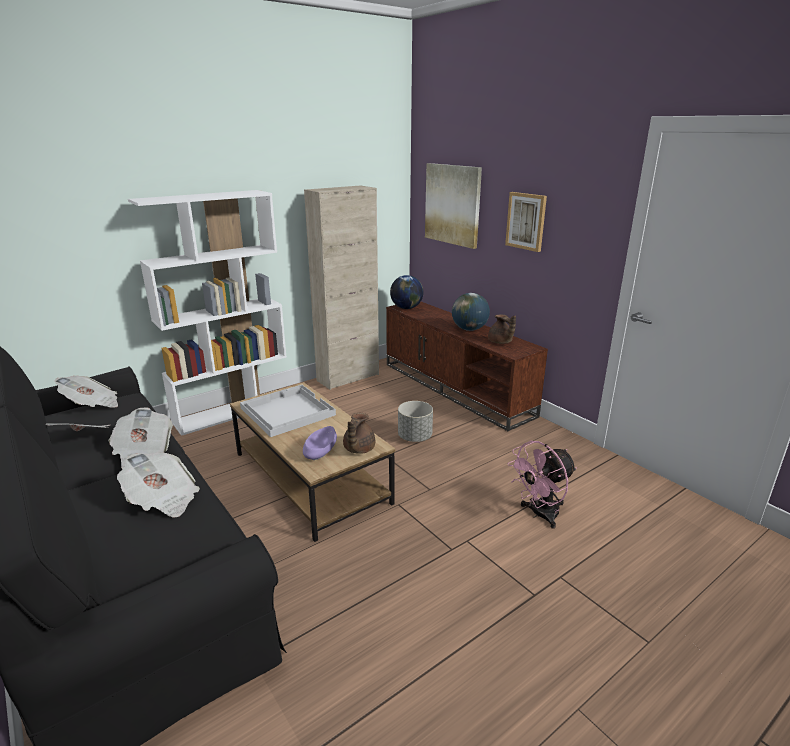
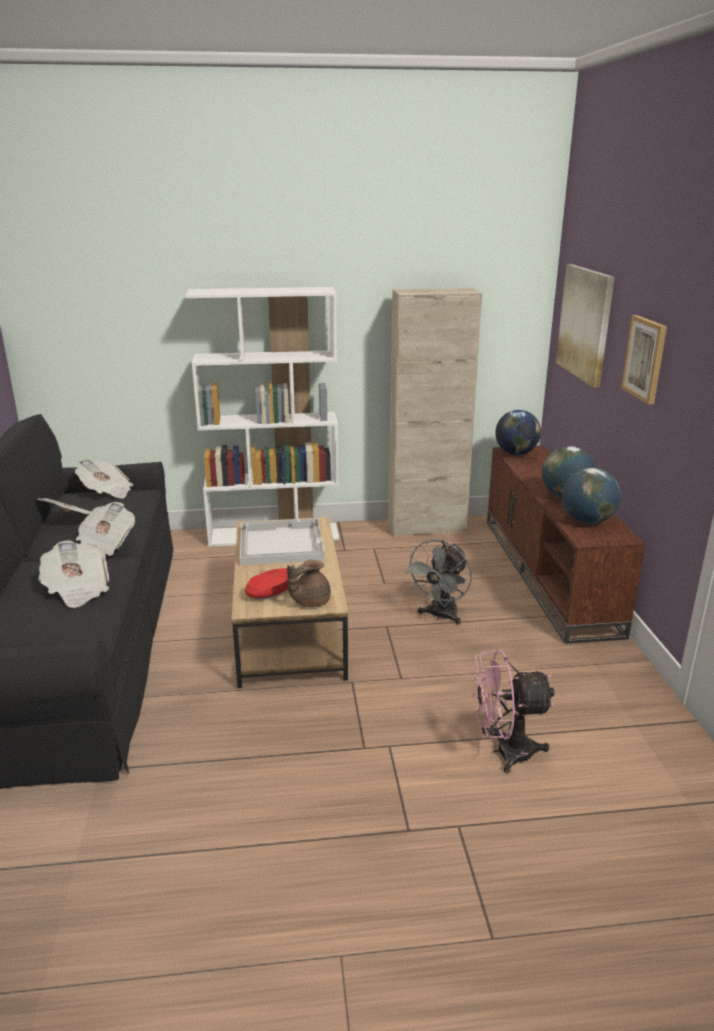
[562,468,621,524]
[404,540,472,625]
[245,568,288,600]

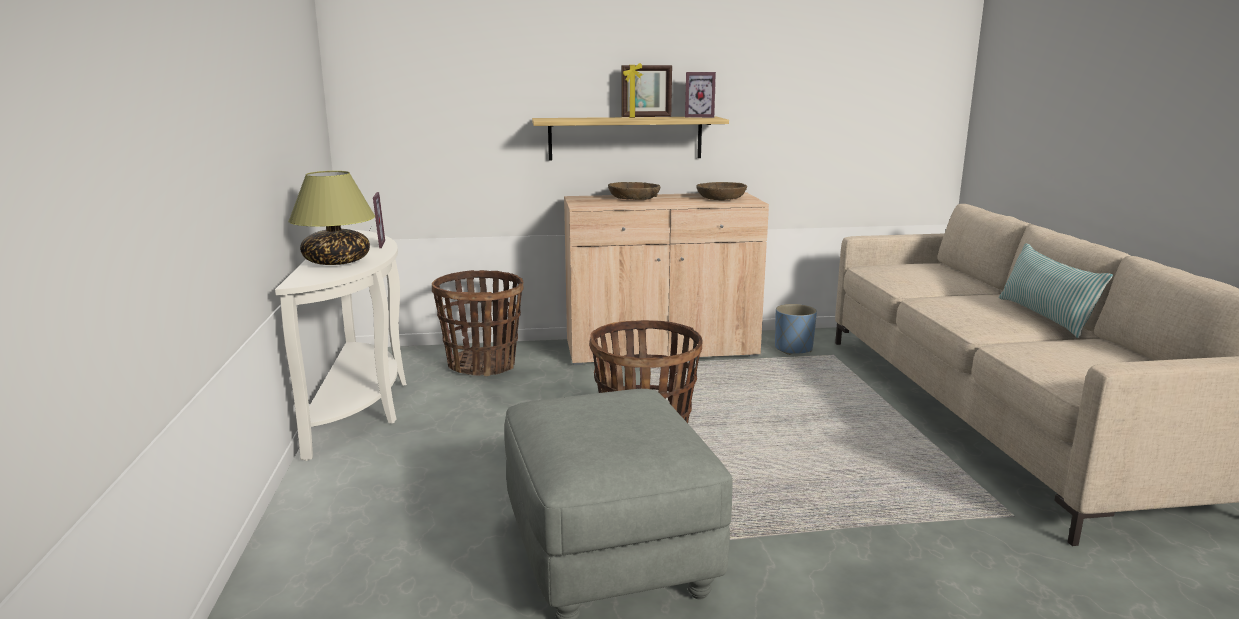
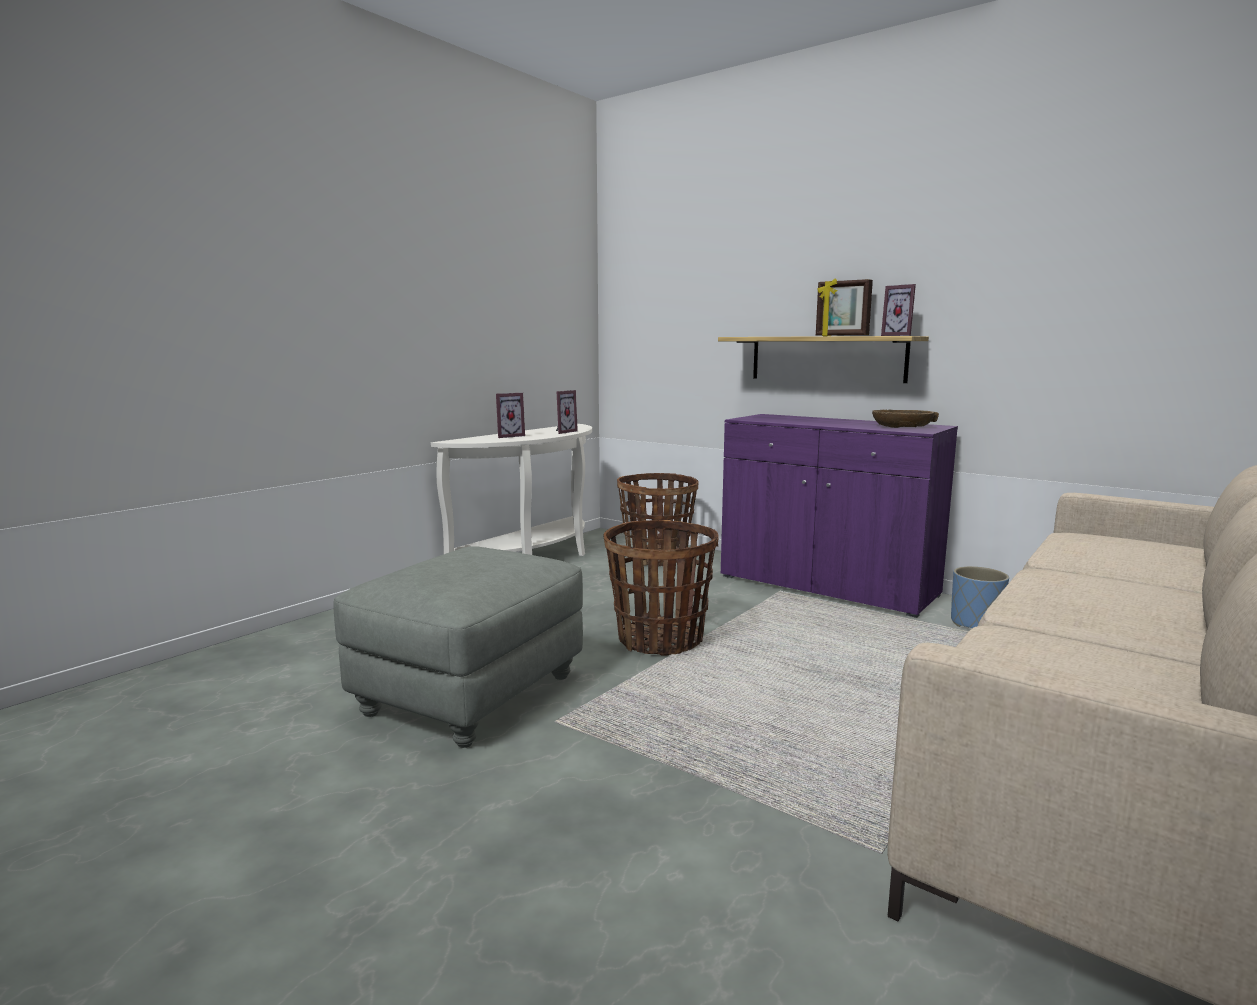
[496,393,525,438]
[608,182,660,200] (first image)
[721,414,958,618]
[999,243,1113,338] (first image)

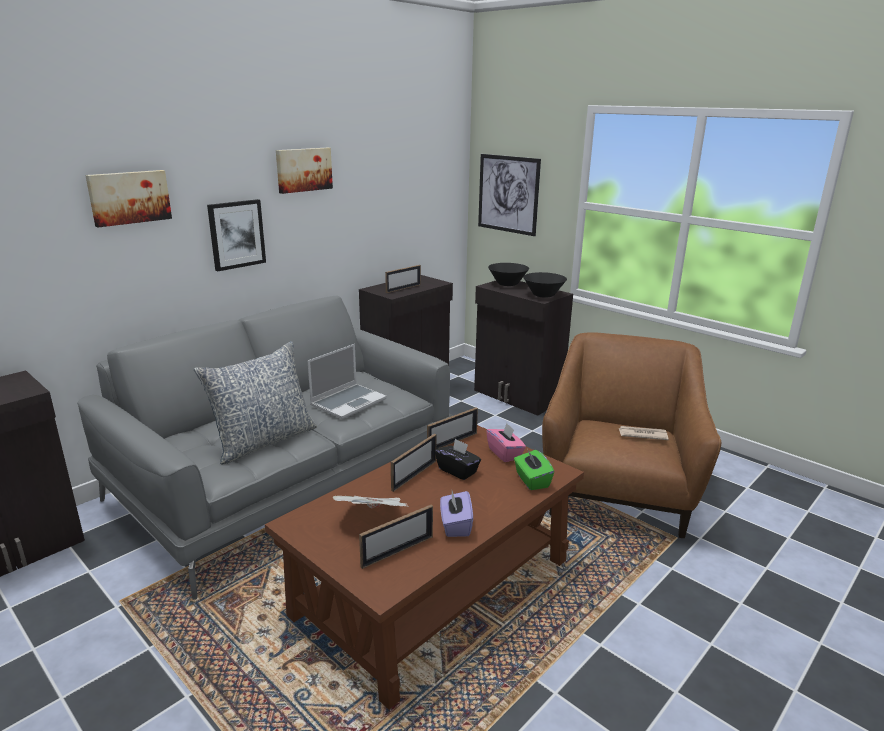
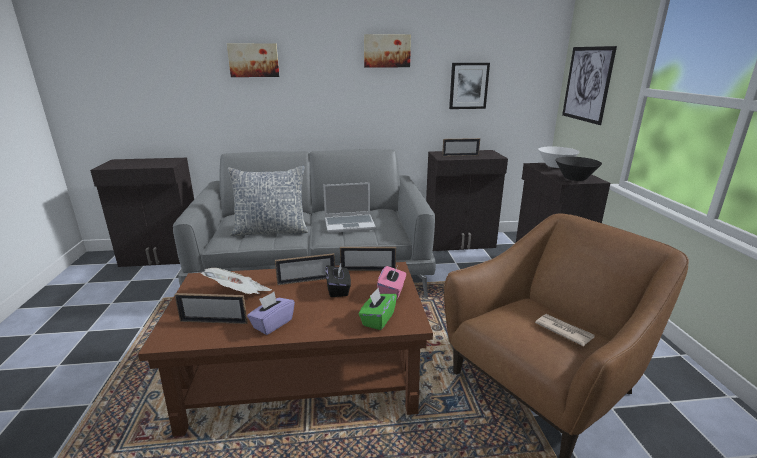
[449,63,490,109]
[538,147,580,168]

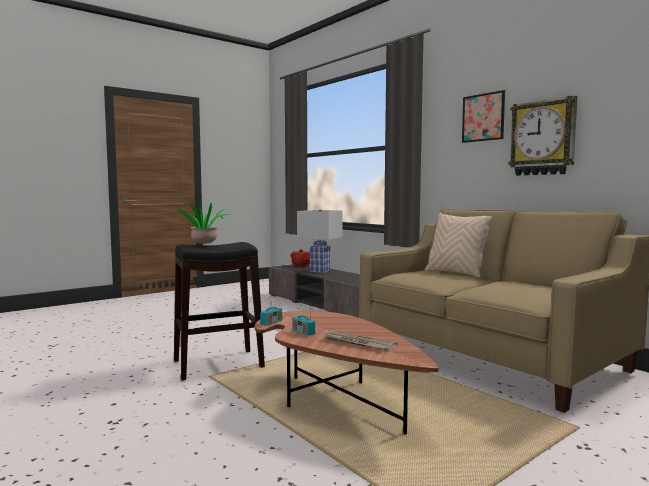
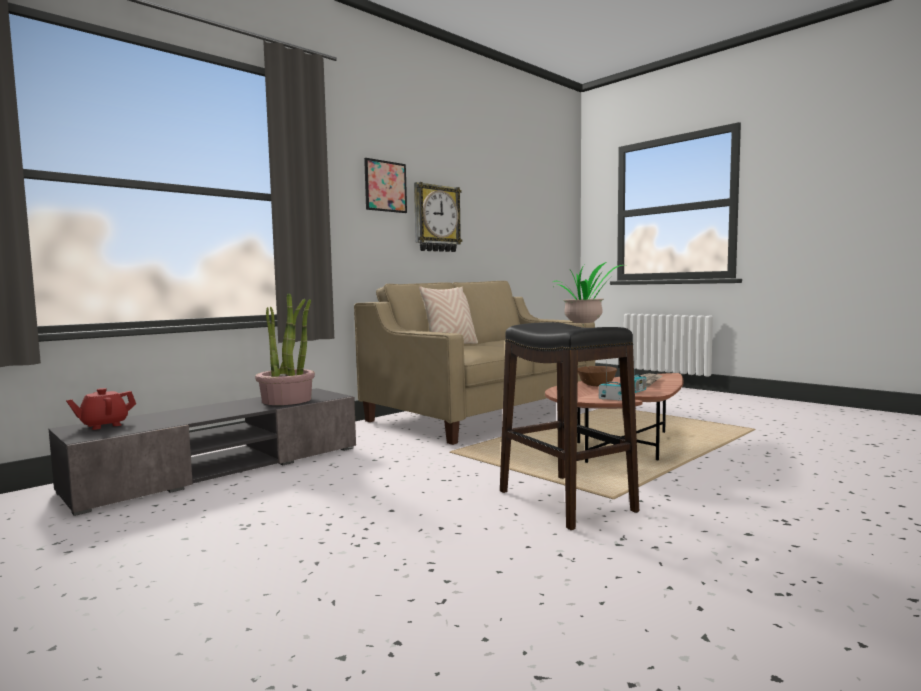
[297,209,343,273] (first image)
[255,293,315,405]
[578,366,617,386]

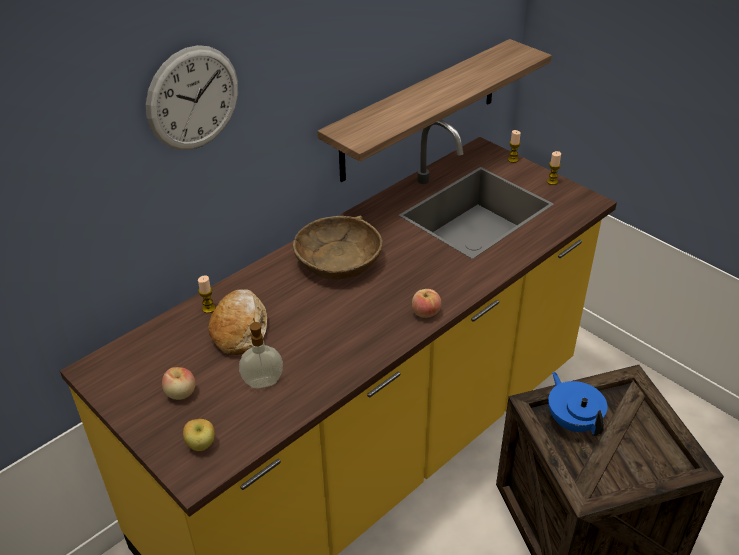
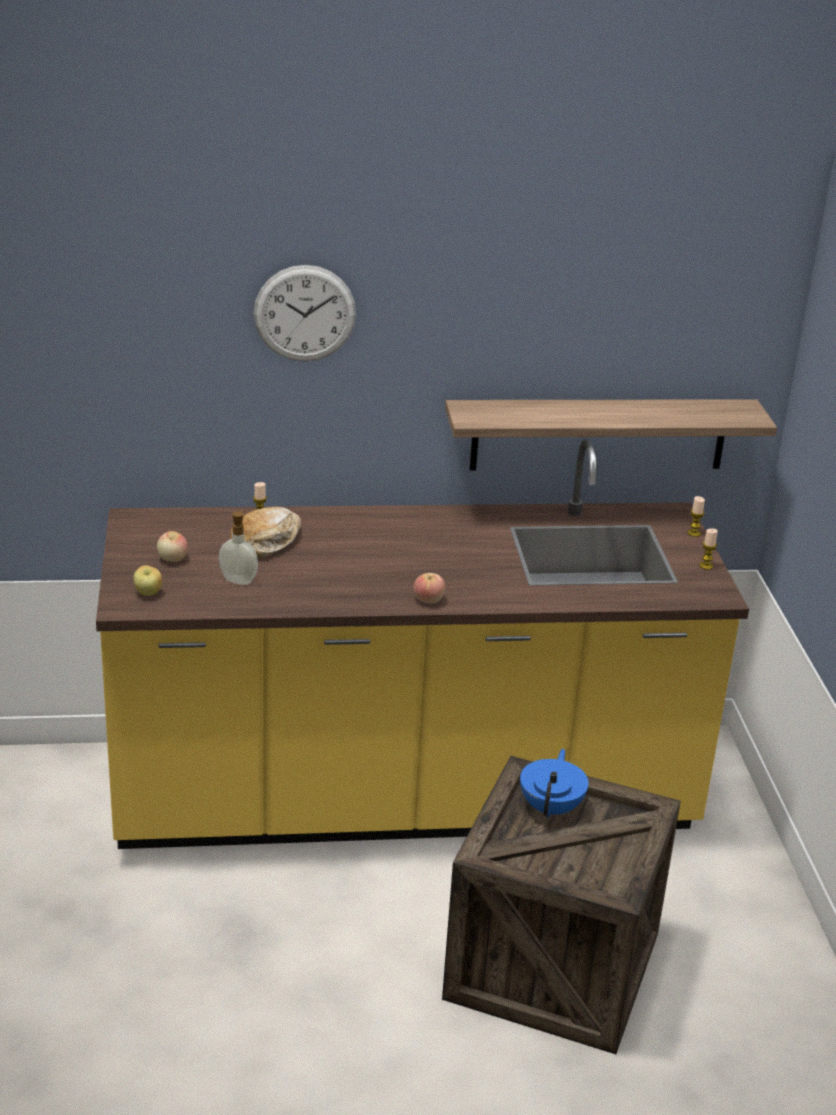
[293,216,383,280] (first image)

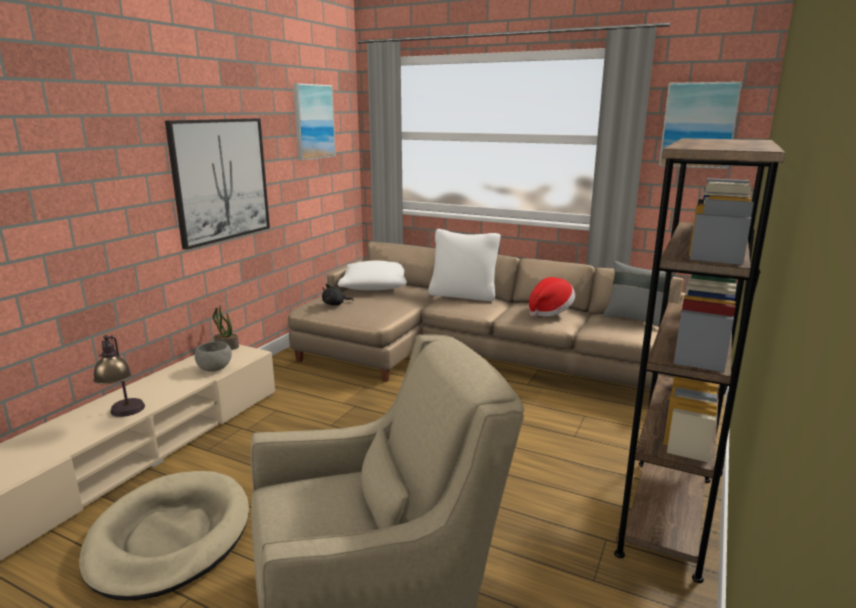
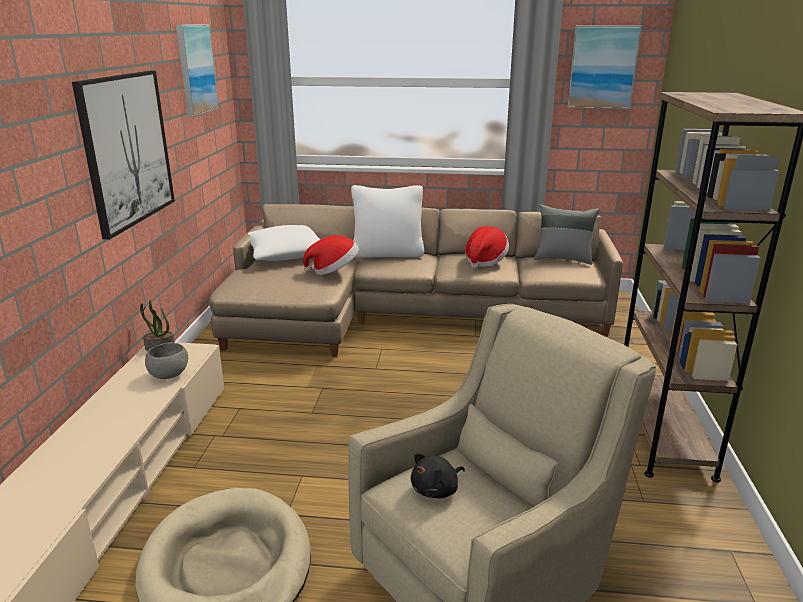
[411,453,465,498]
[93,335,145,417] (first image)
[303,235,359,275]

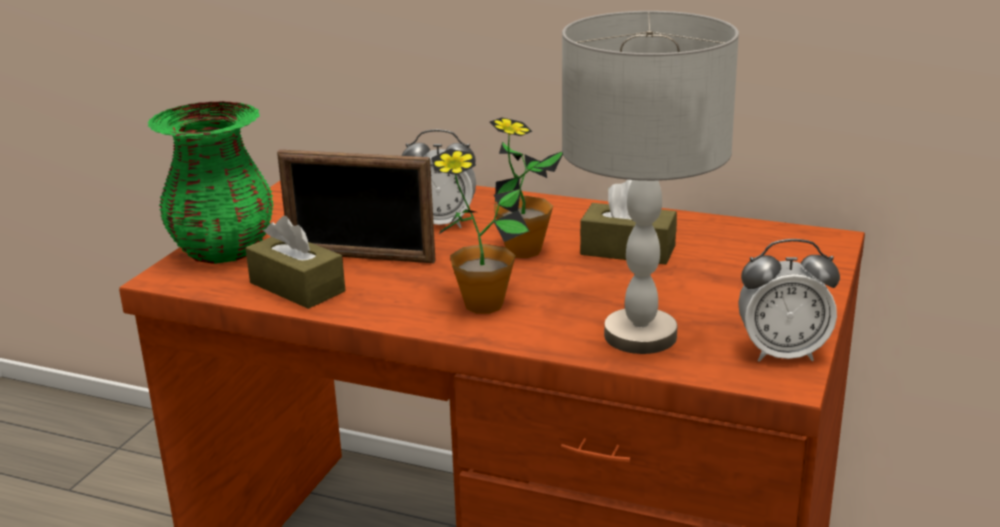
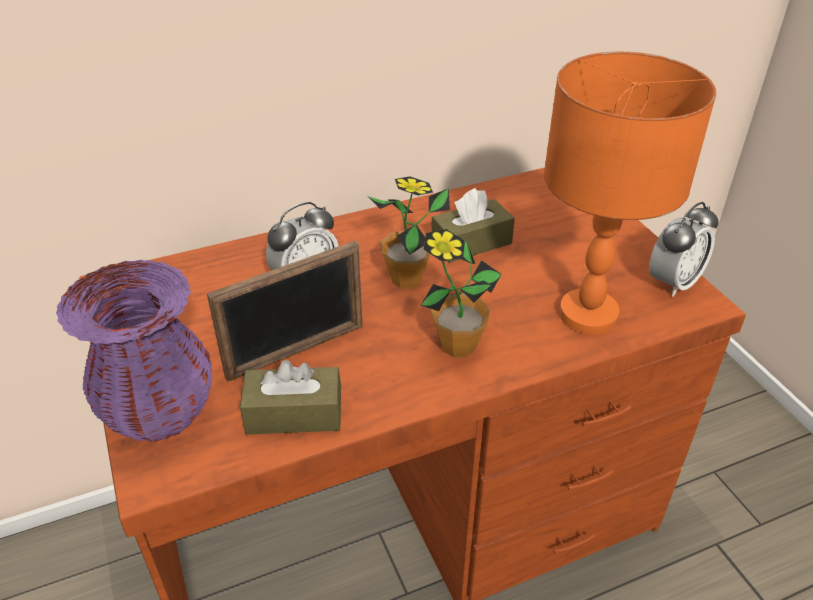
[544,52,716,335]
[56,260,213,442]

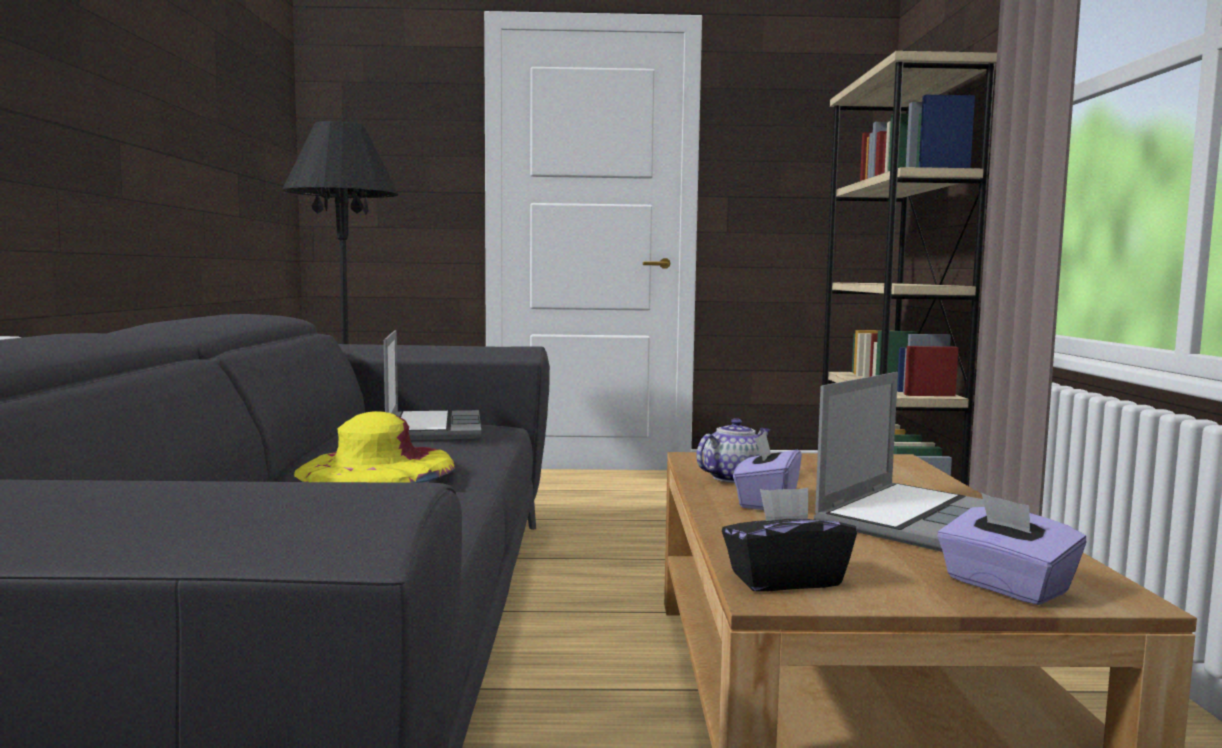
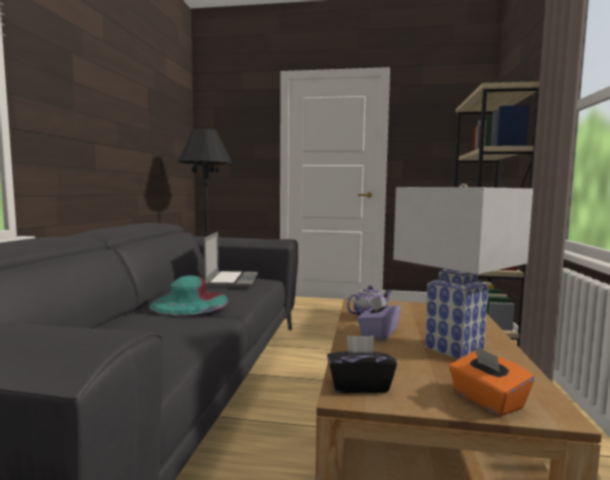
[393,183,533,360]
[149,275,228,315]
[449,345,534,416]

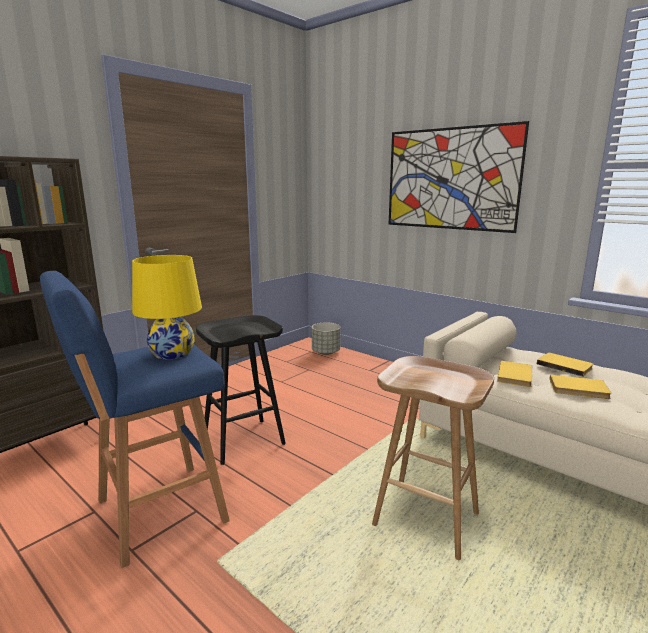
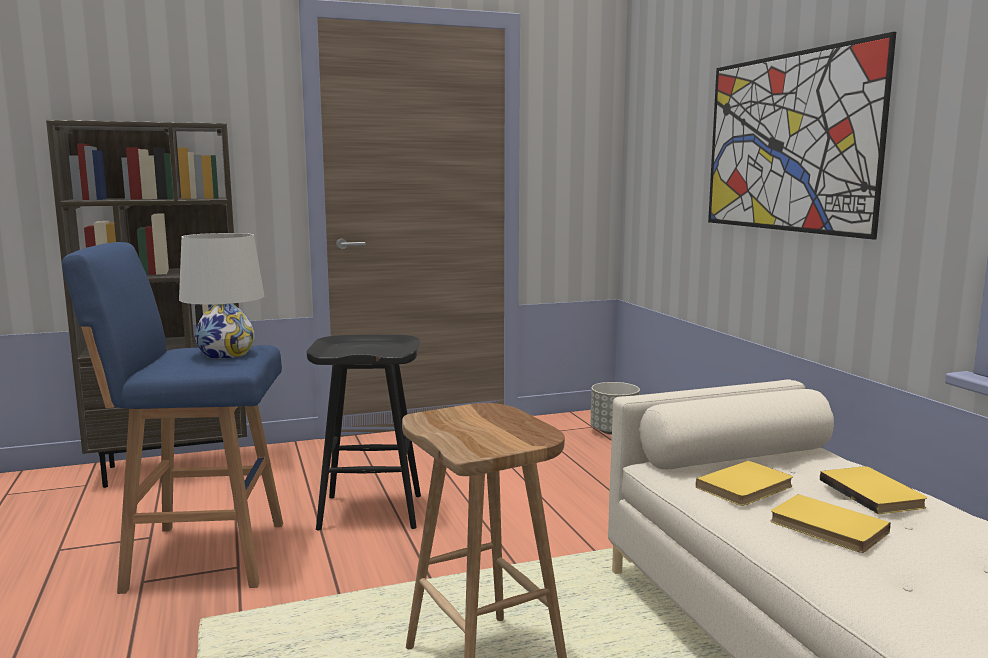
[179,233,264,359]

